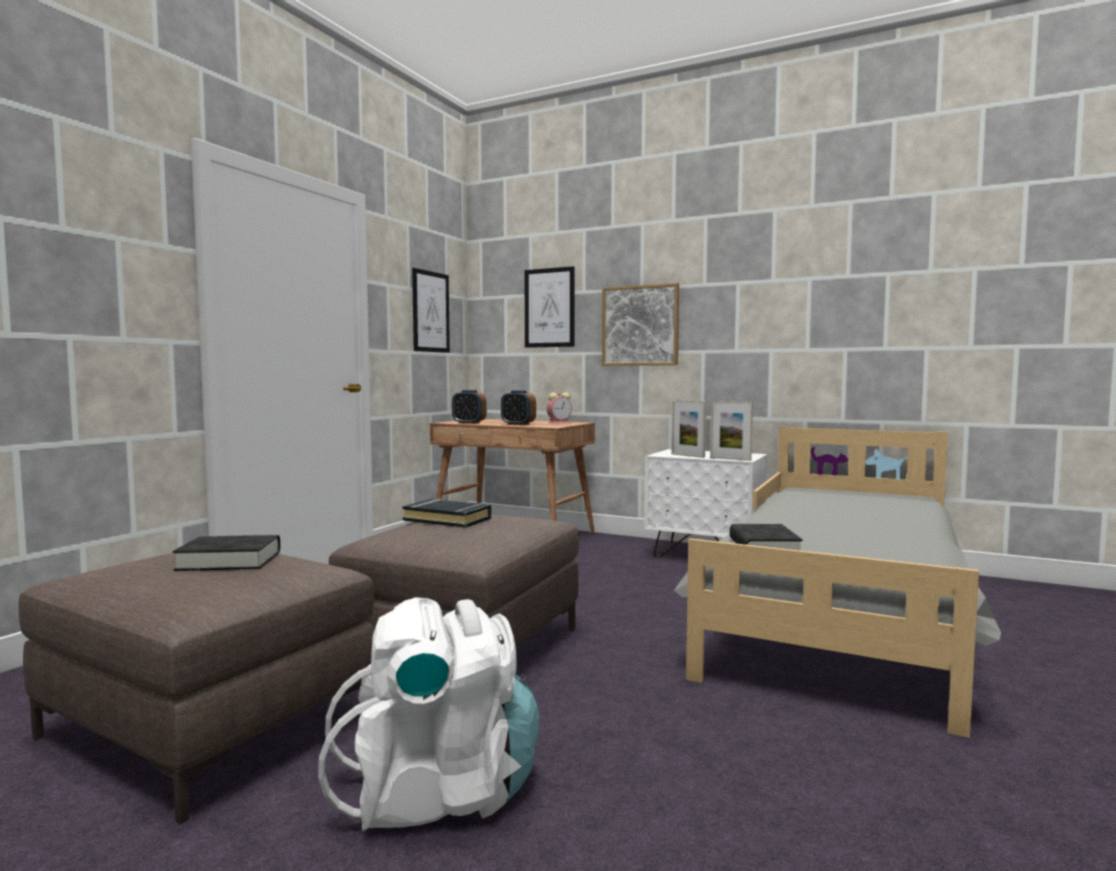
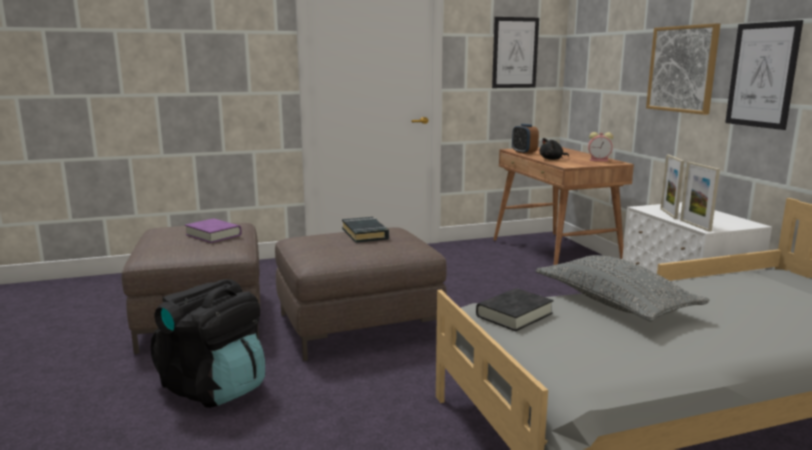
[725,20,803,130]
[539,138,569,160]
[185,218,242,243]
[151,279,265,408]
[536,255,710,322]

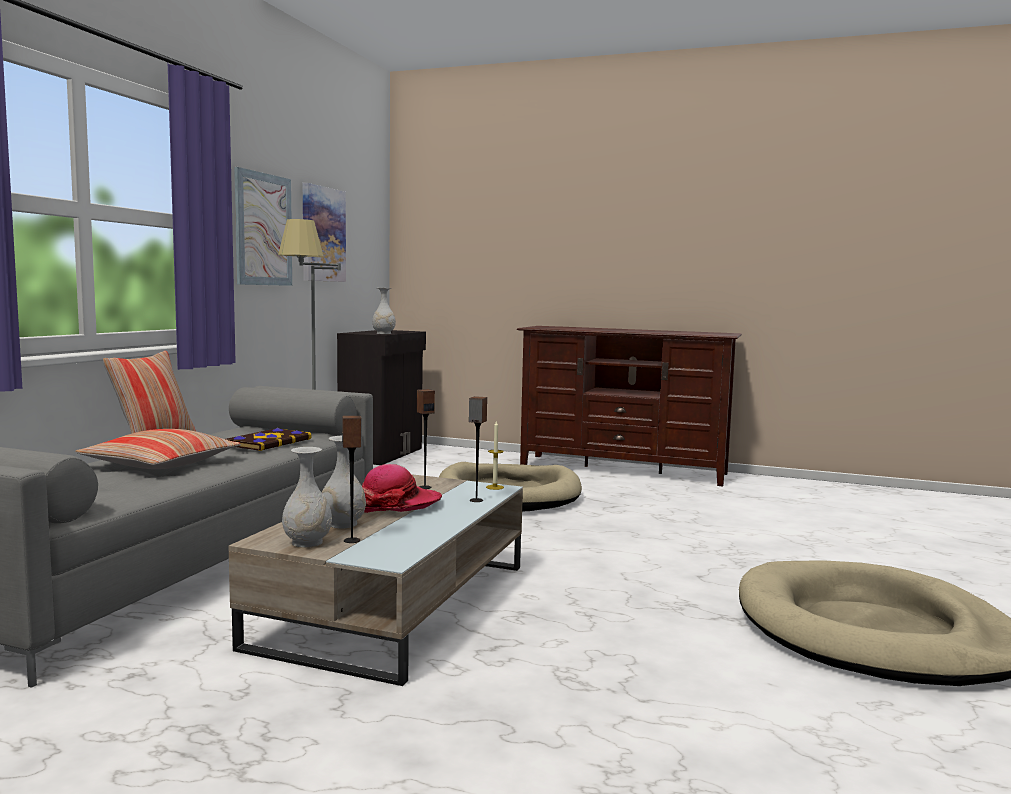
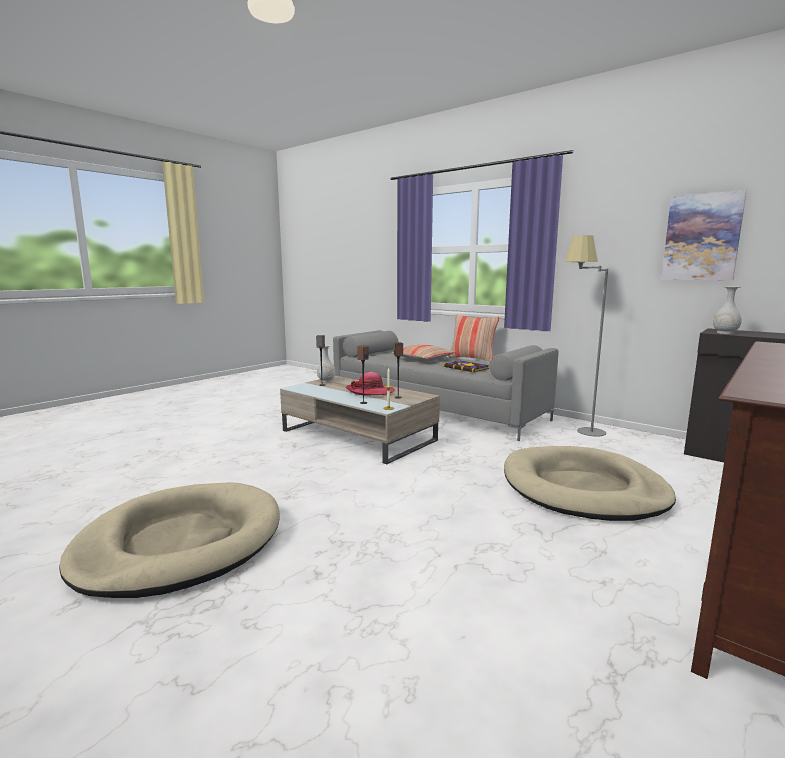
[234,167,292,286] (first image)
[322,436,366,529] (first image)

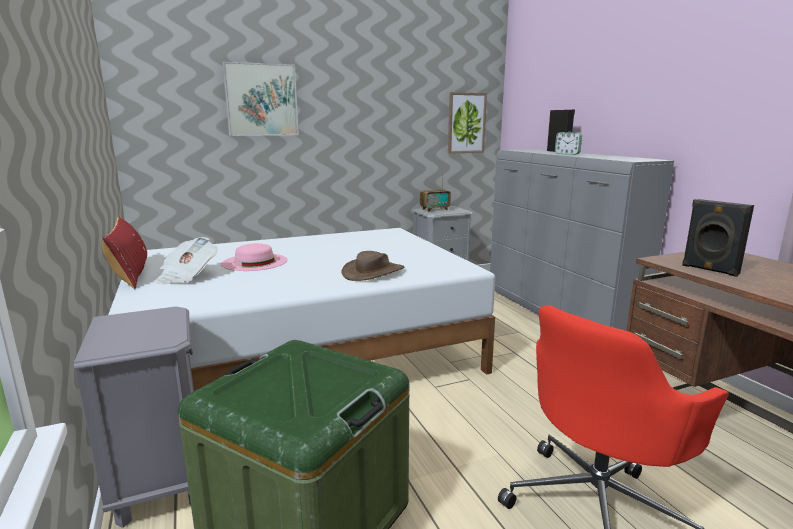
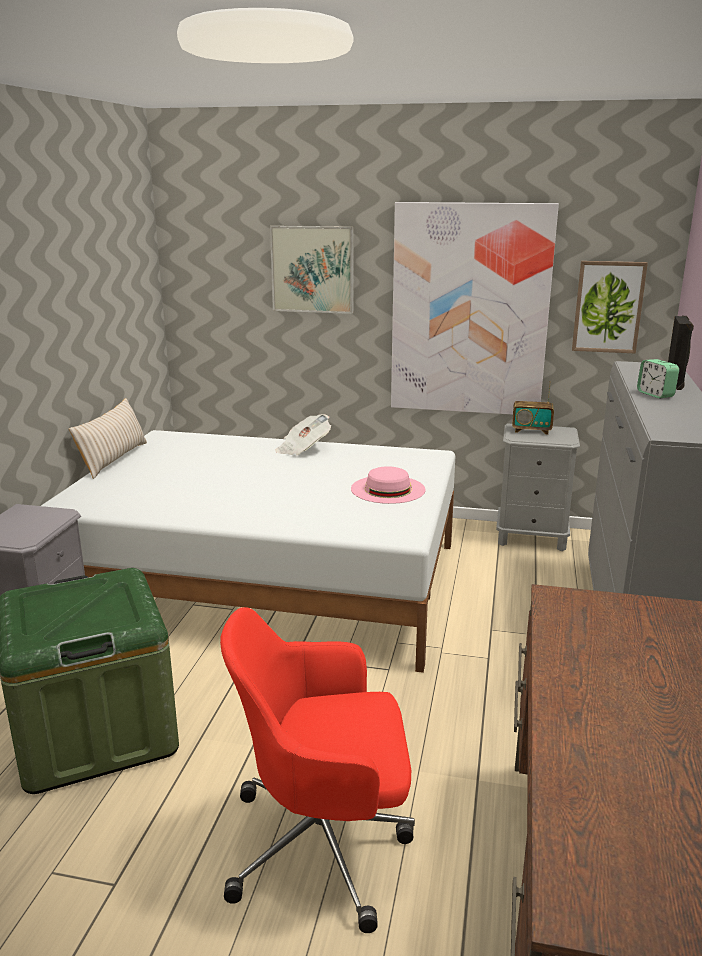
[682,199,754,277] (first image)
[69,398,147,479]
[275,414,331,455]
[351,466,426,504]
[341,251,404,281] (first image)
[391,202,559,415]

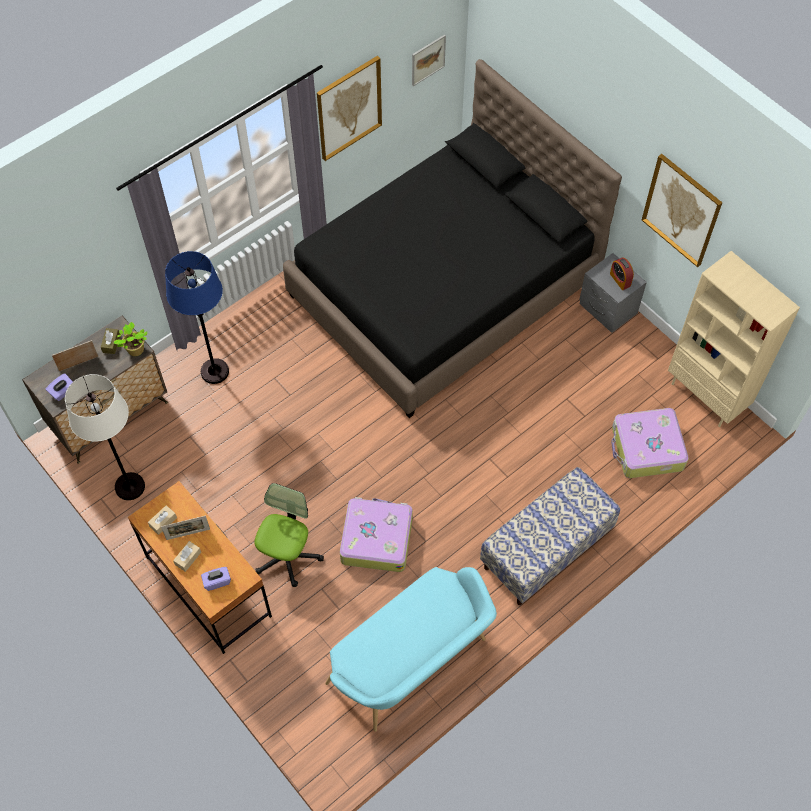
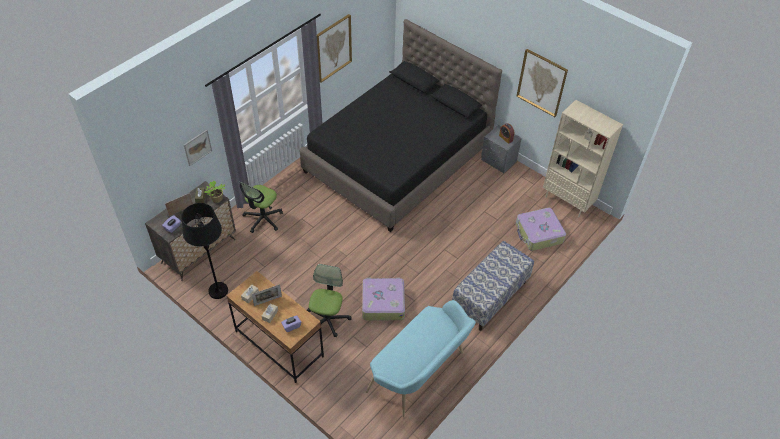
[184,130,212,166]
[239,182,283,233]
[181,203,228,299]

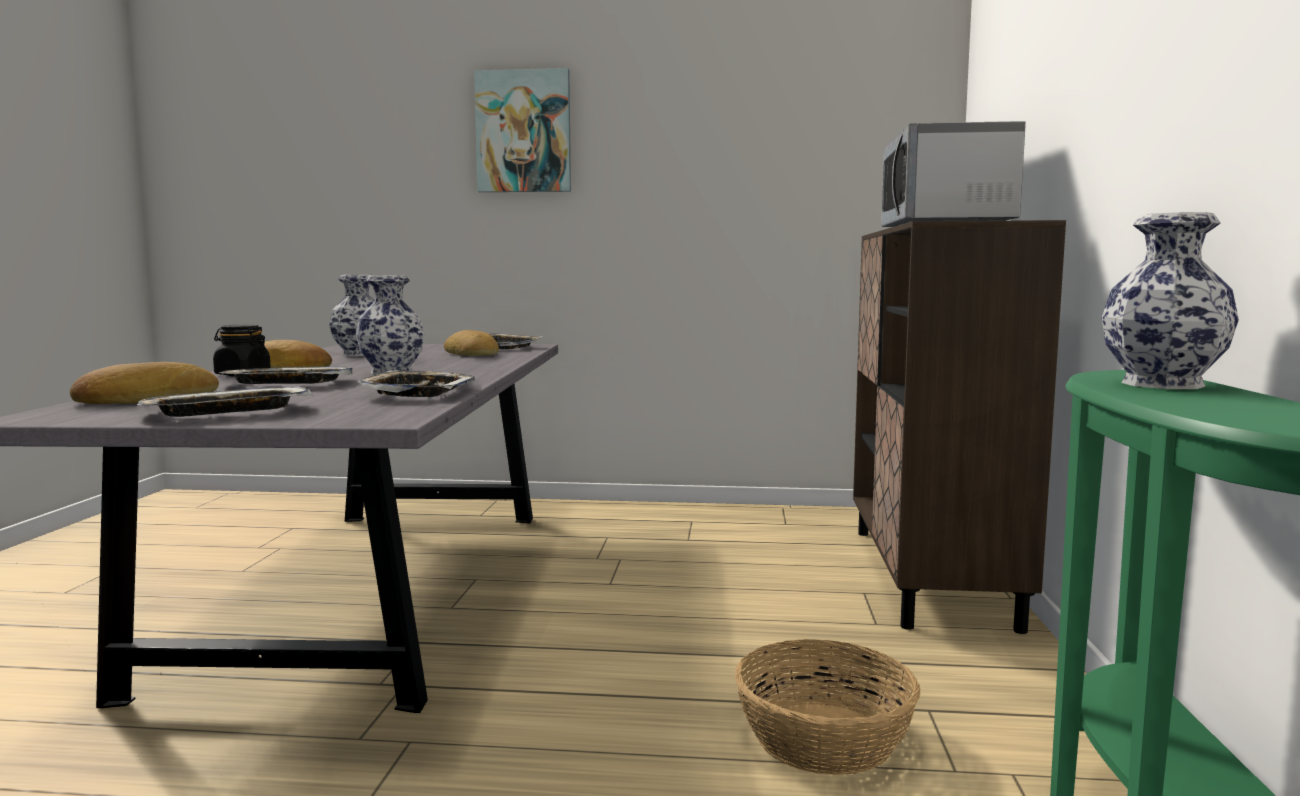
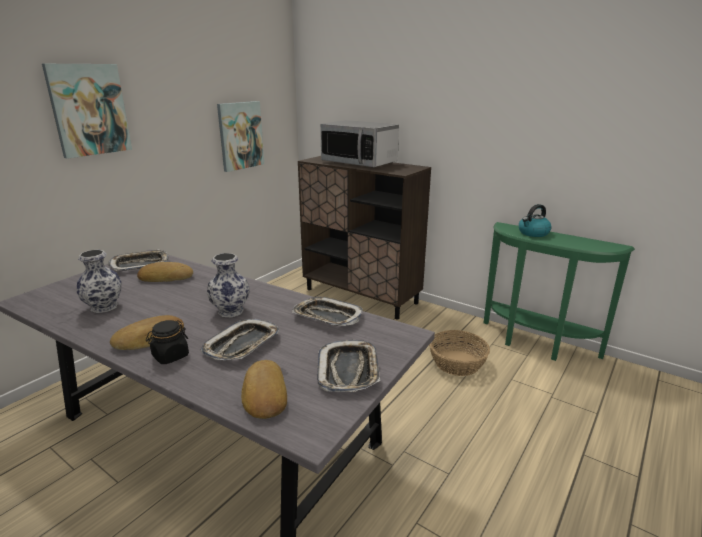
[519,204,552,237]
[217,101,264,172]

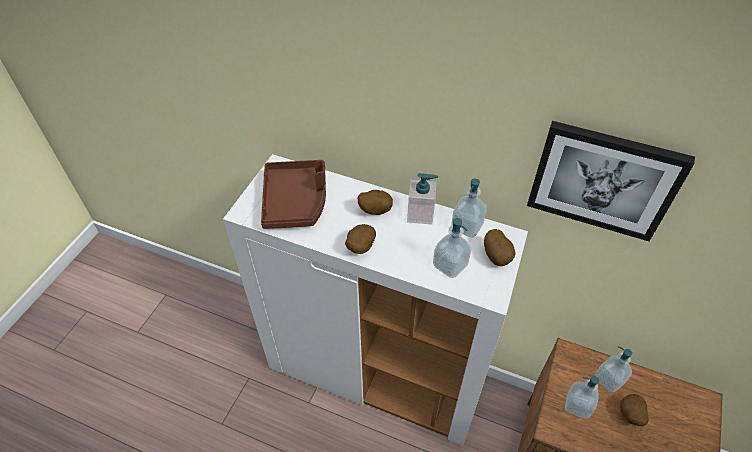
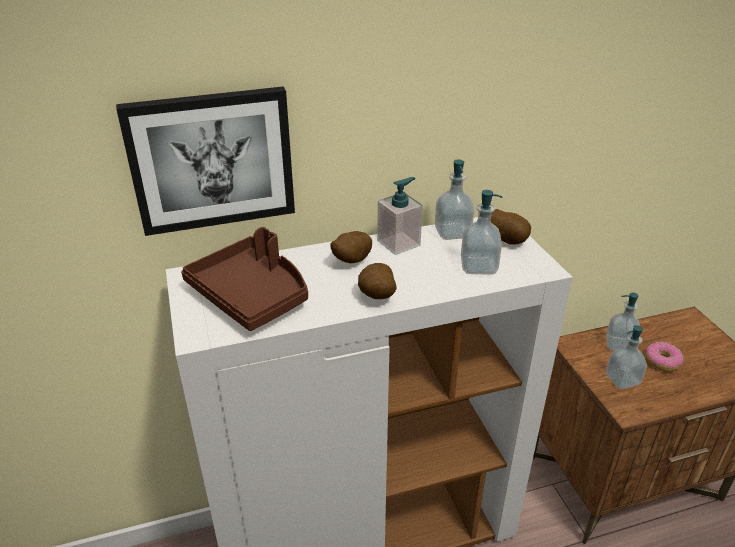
[116,86,295,236]
[646,341,684,372]

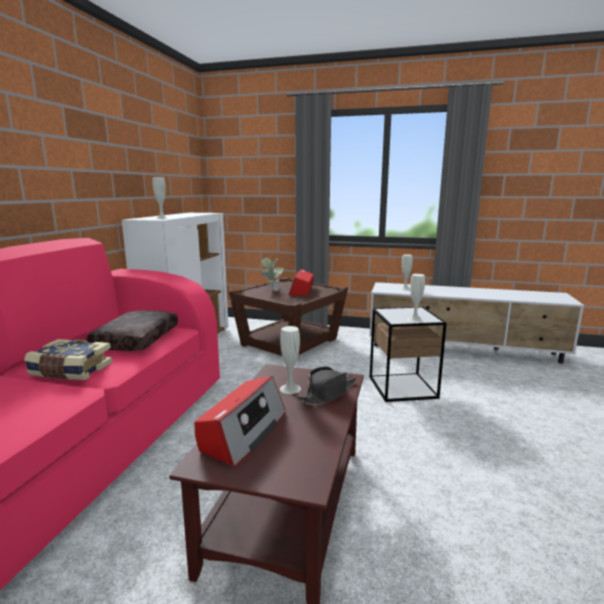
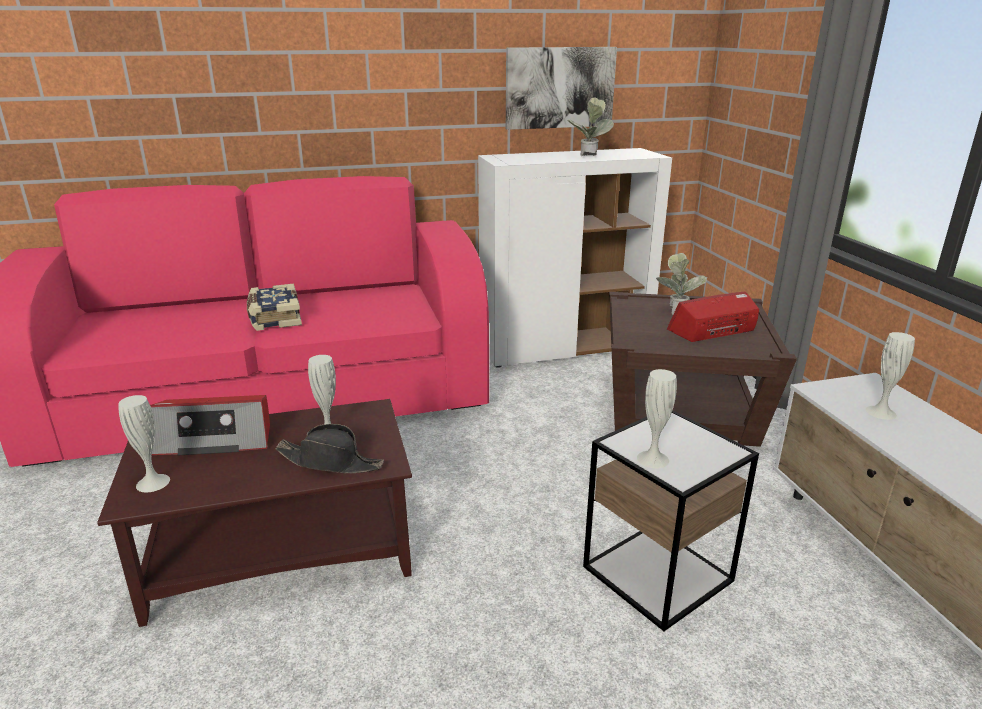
[118,395,170,492]
[87,310,178,351] (first image)
[506,47,617,130]
[567,97,614,156]

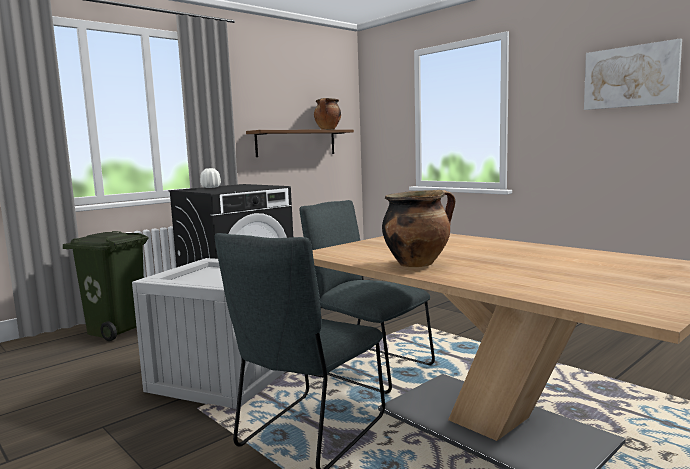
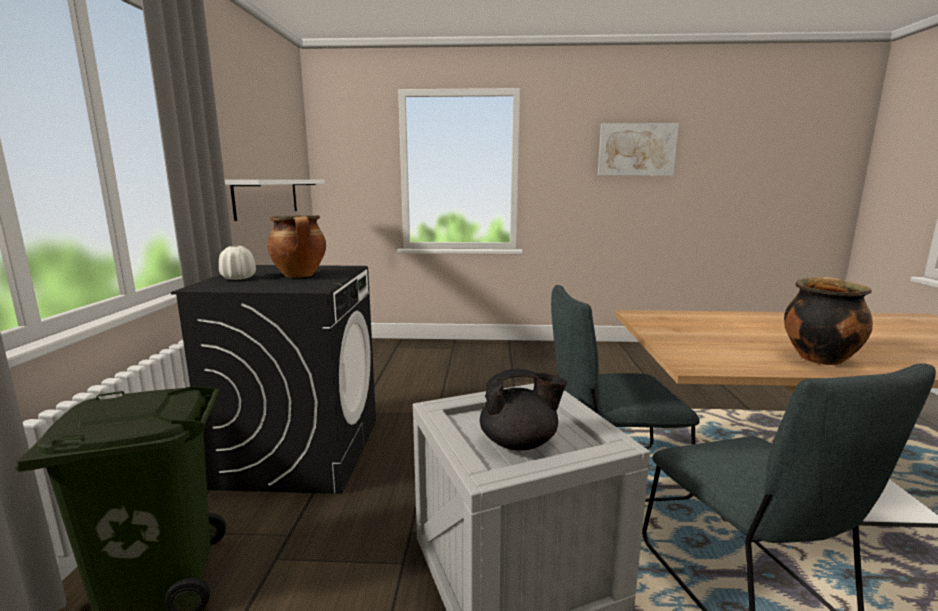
[267,215,326,278]
[225,180,325,221]
[480,368,567,451]

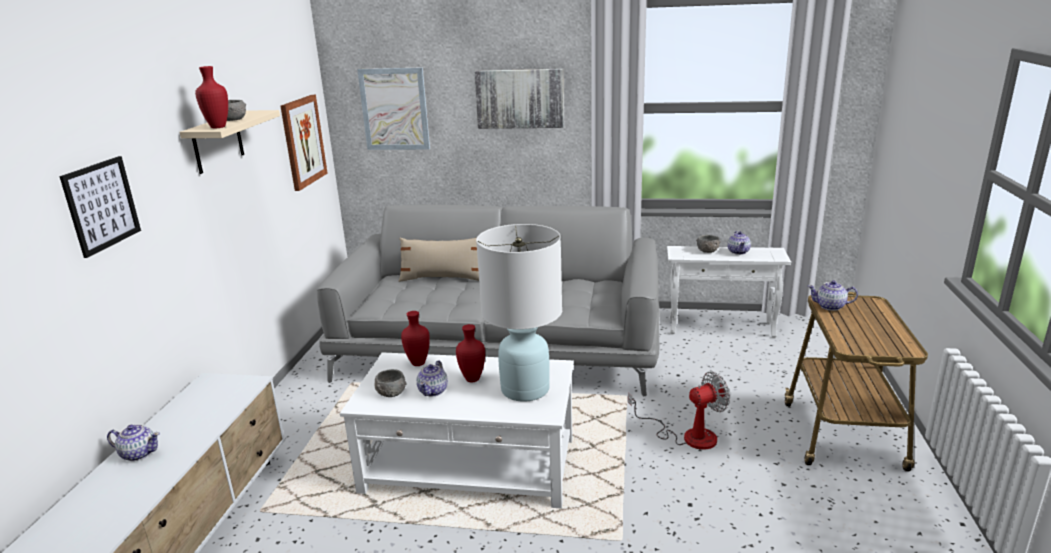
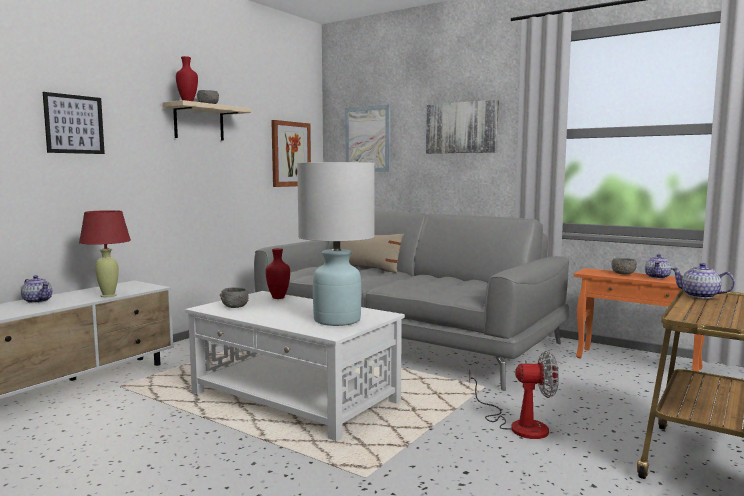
[574,268,707,372]
[456,324,485,382] (first image)
[417,360,448,397] (first image)
[79,210,131,297]

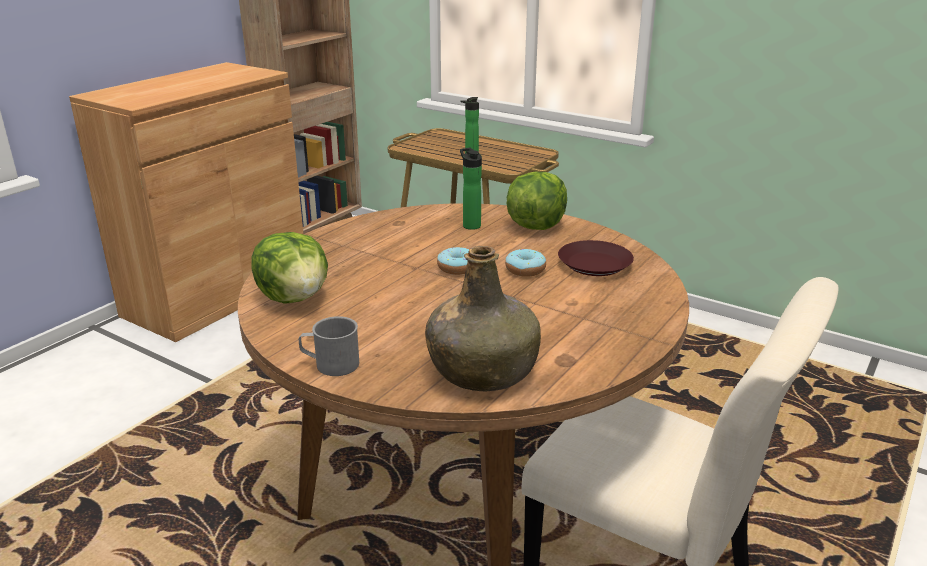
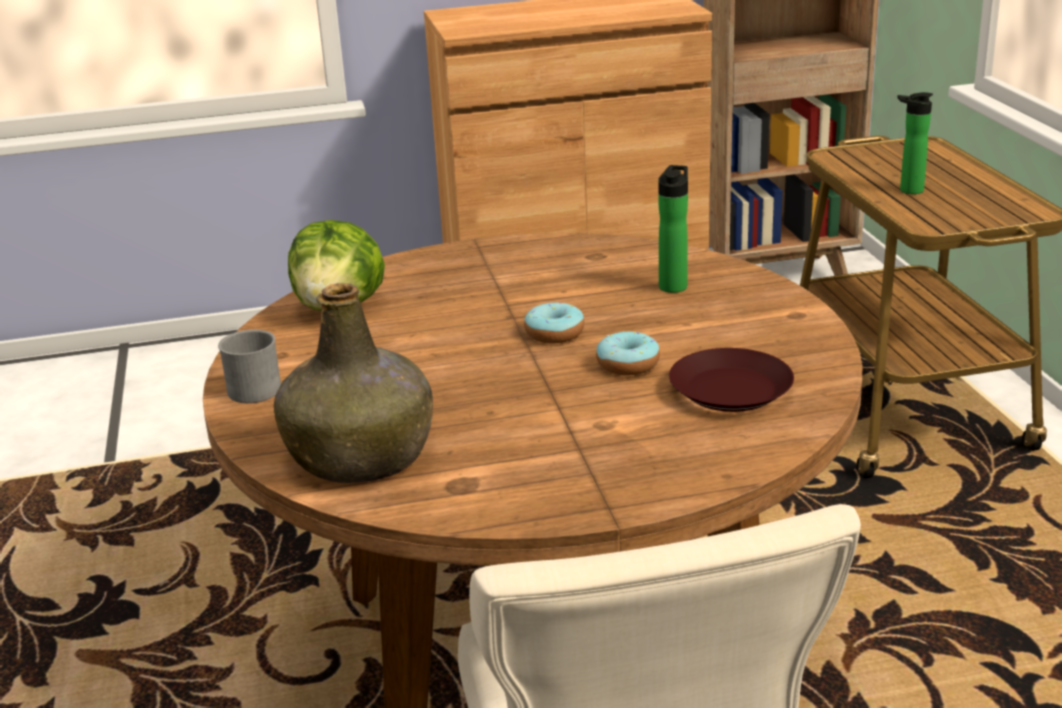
[506,172,567,230] (first image)

